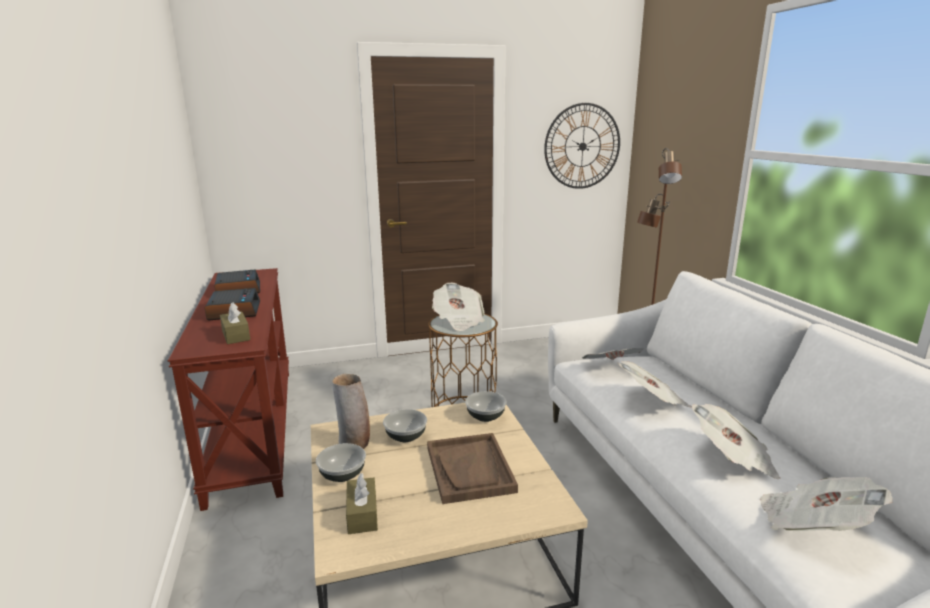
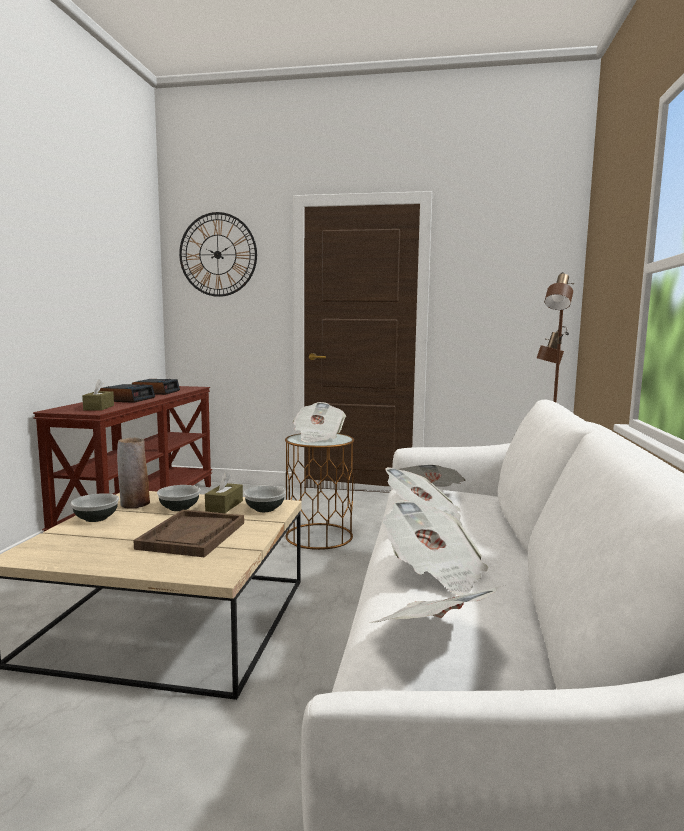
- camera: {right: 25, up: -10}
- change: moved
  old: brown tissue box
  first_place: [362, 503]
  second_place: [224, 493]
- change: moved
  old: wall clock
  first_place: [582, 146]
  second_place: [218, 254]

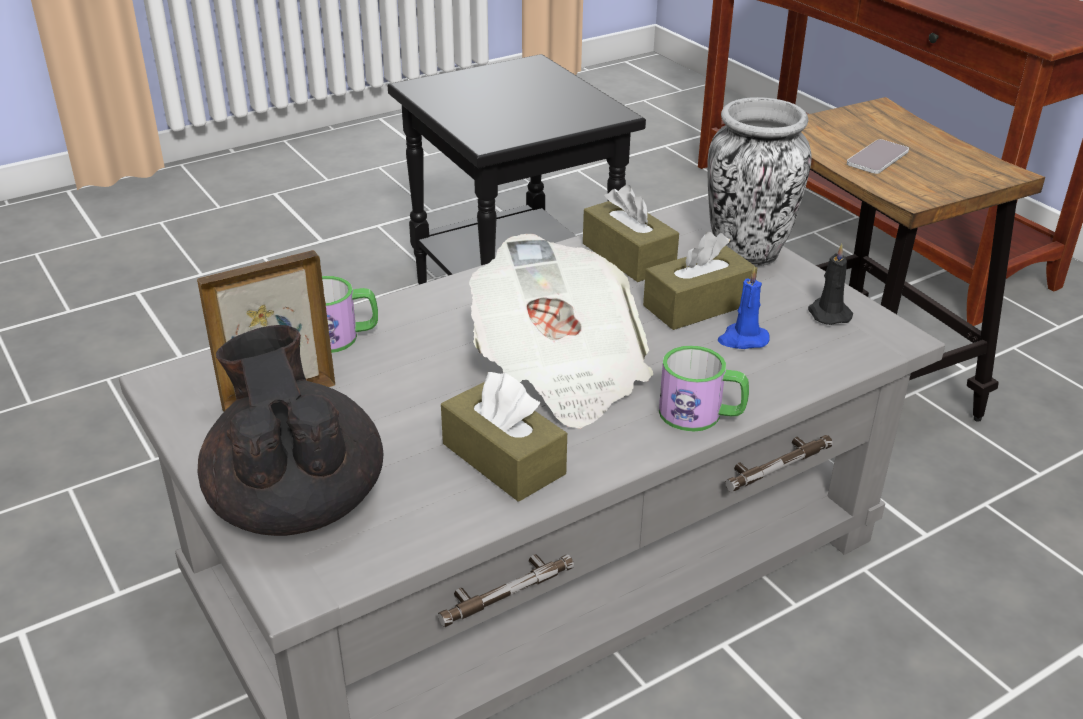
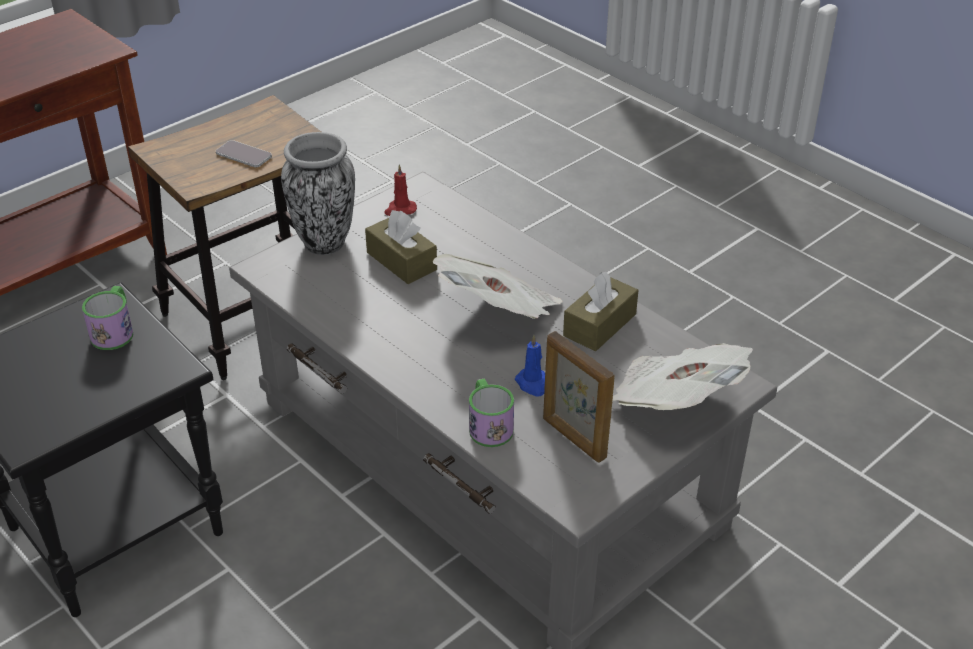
- camera: {right: -100, up: 5}
- change: removed
  old: brown tissue box
  first_place: [631, 233]
- change: moved
  old: mug
  first_place: [704, 388]
  second_place: [108, 318]
- change: moved
  old: blue candle
  first_place: [744, 308]
  second_place: [530, 366]
- change: replaced
  old: black teapot
  new: newspaper
  first_place: [290, 430]
  second_place: [682, 376]
- change: recoloured
  old: black candle
  new: red candle
  first_place: [830, 284]
  second_place: [401, 190]

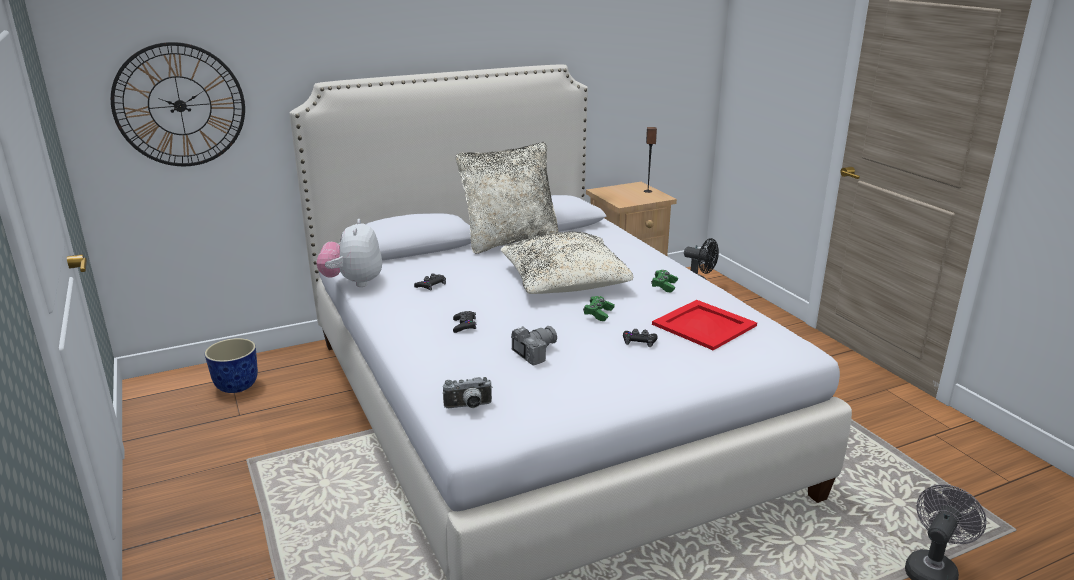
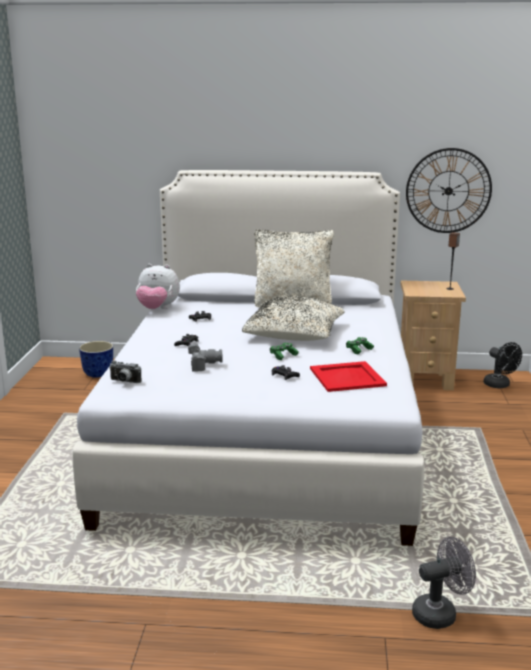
- camera: {right: 30, up: -5}
- change: moved
  old: wall clock
  first_place: [178, 104]
  second_place: [449, 190]
- change: turned
  old: plush toy
  first_place: [349, 253]
  second_place: [158, 286]
  degrees: -105

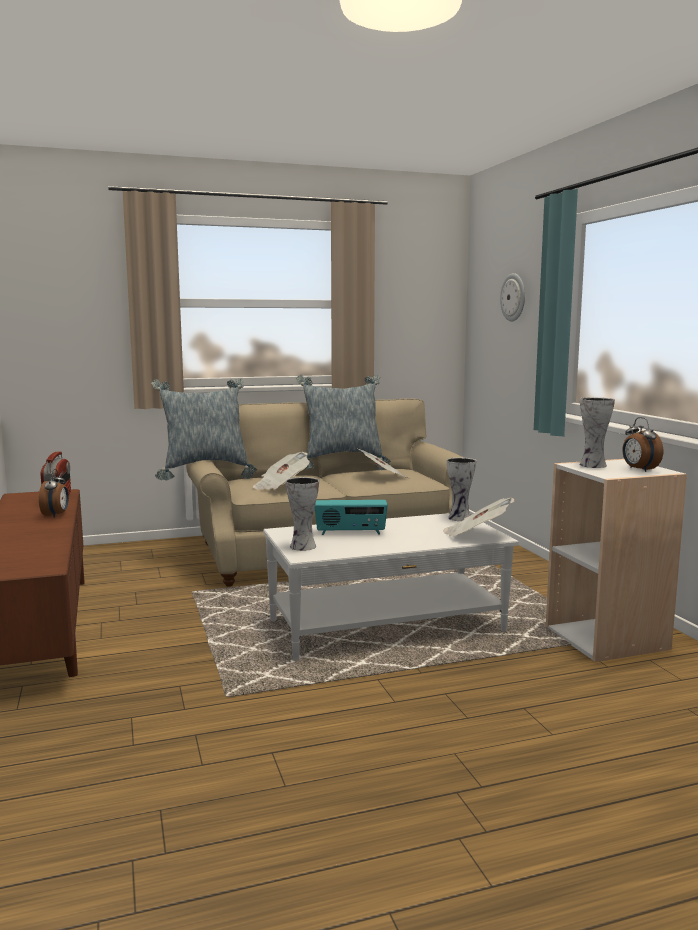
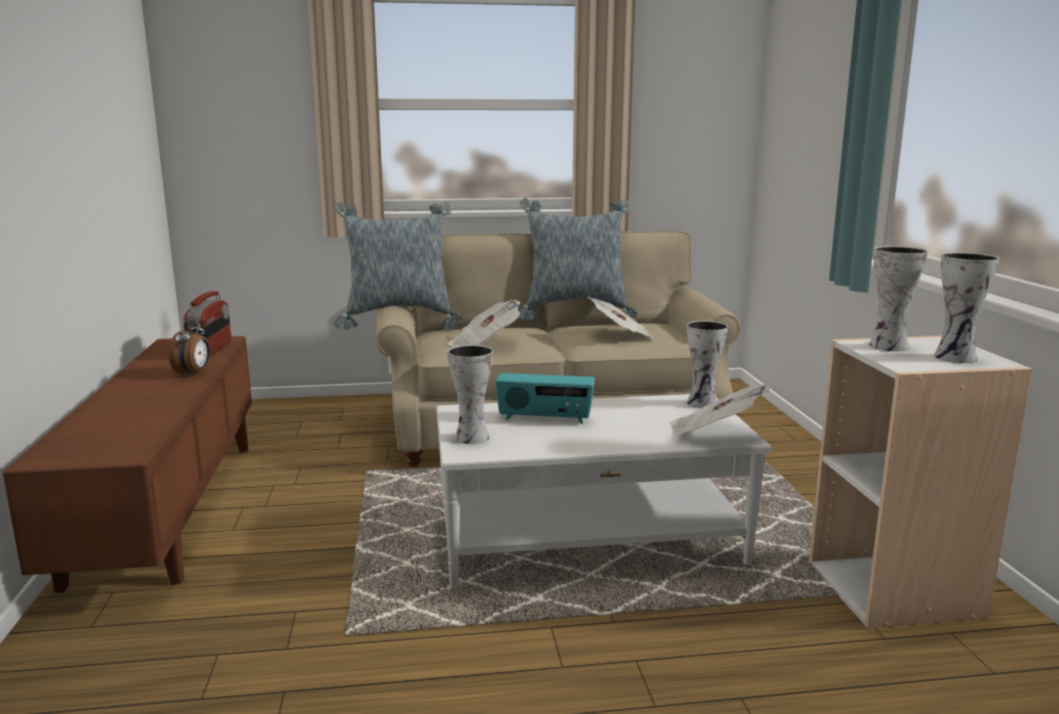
- camera: {right: 10, up: 5}
- change: removed
  old: wall clock
  first_place: [512, 297]
- change: replaced
  old: alarm clock
  new: vase
  first_place: [642, 444]
  second_place: [966, 307]

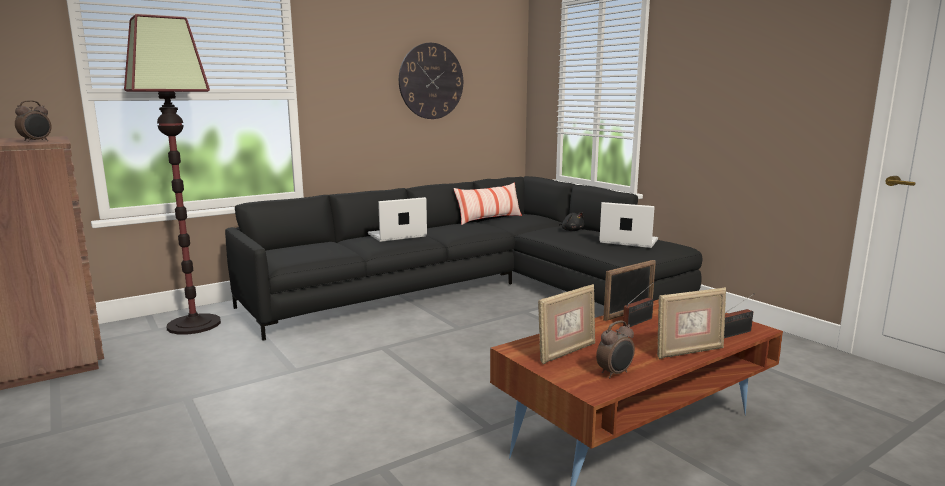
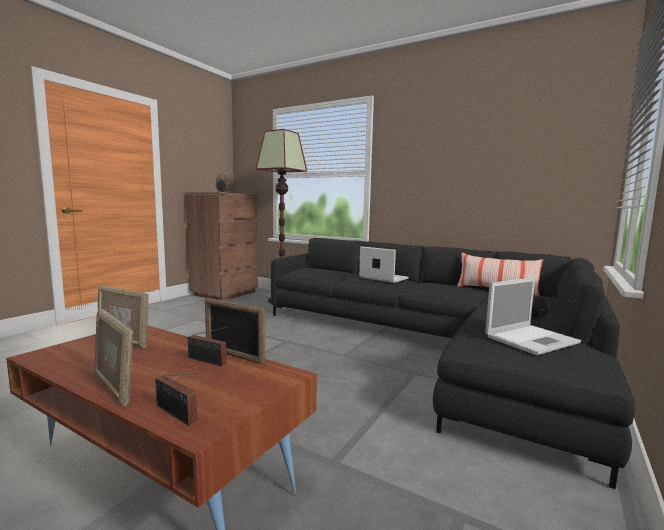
- camera: {right: 65, up: -5}
- change: removed
  old: wall clock
  first_place: [431, 81]
- change: removed
  old: alarm clock
  first_place: [615, 349]
- change: turned
  old: laptop
  first_place: [628, 225]
  second_place: [533, 316]
  degrees: 60

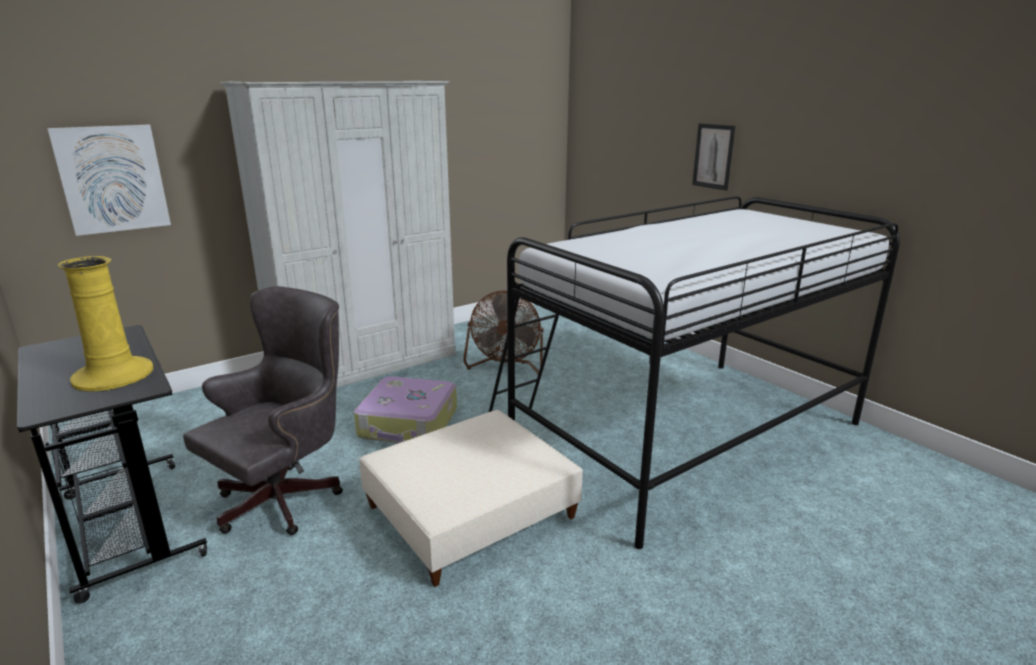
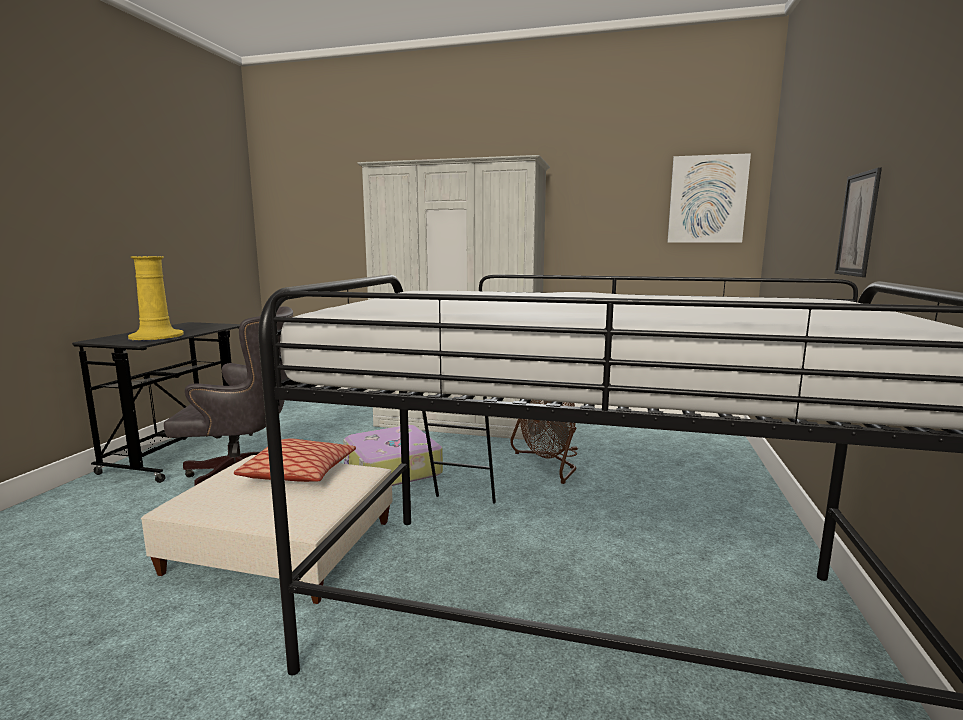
- camera: {right: 50, up: -10}
- change: added
  new: pillow
  second_place: [295, 460]
- change: moved
  old: picture
  first_place: [109, 180]
  second_place: [709, 198]

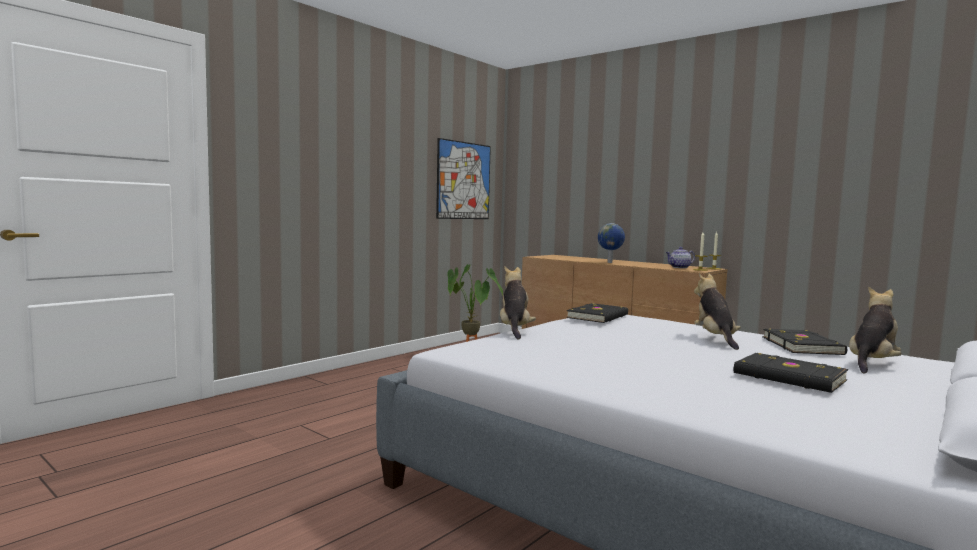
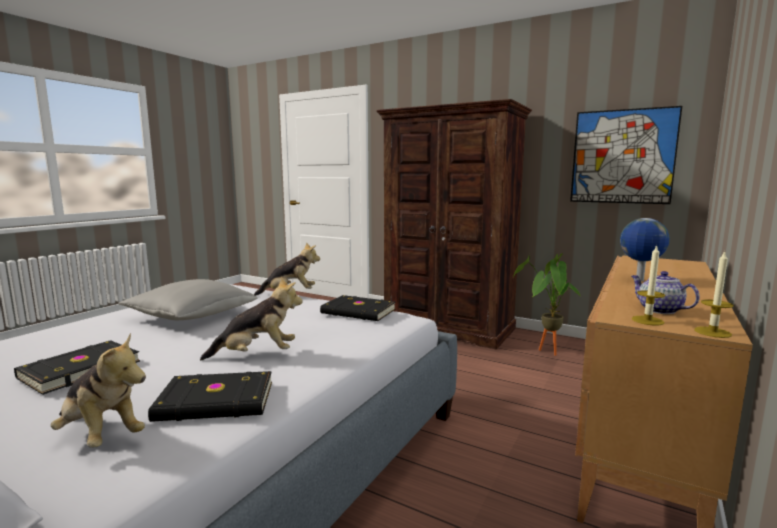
- camera: {right: 80, up: 5}
- change: added
  new: grey pillow
  second_place: [187, 299]
- change: added
  new: brown wardrobe
  second_place: [454, 224]

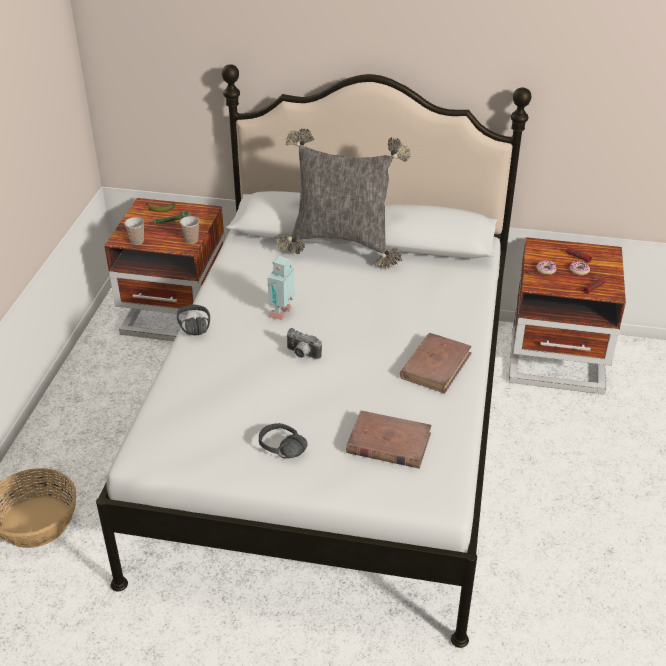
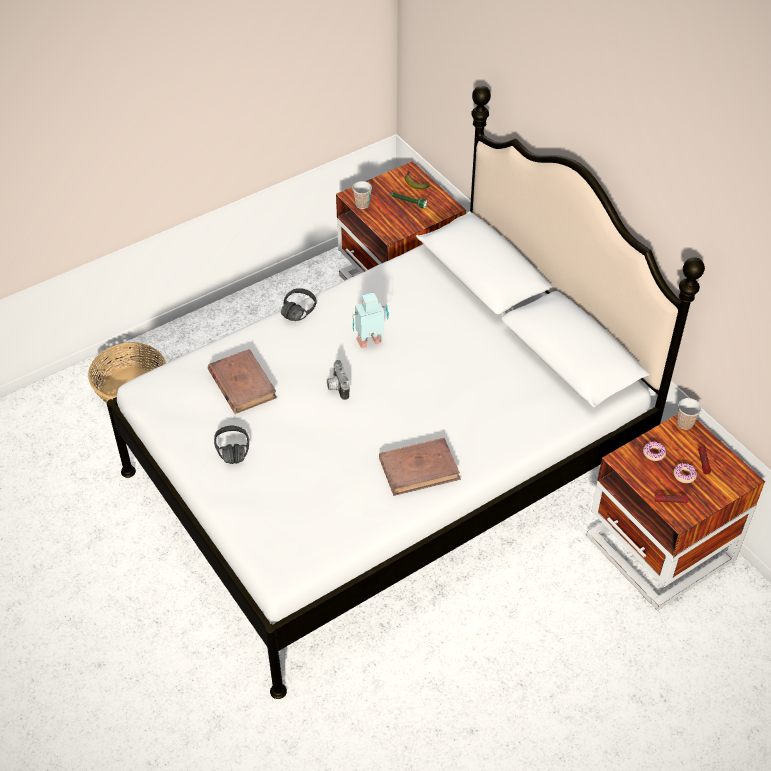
- camera: {right: 45, up: 10}
- change: removed
  old: pillow
  first_place: [343, 199]
- change: moved
  old: cup
  first_place: [190, 230]
  second_place: [689, 414]
- change: moved
  old: brown book
  first_place: [389, 440]
  second_place: [242, 381]

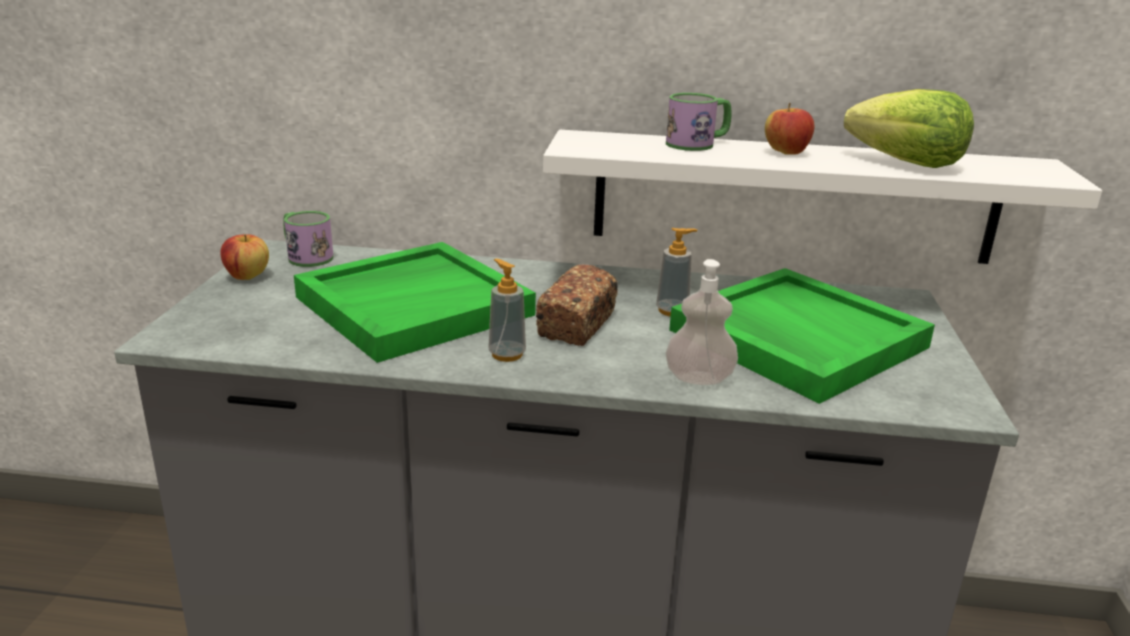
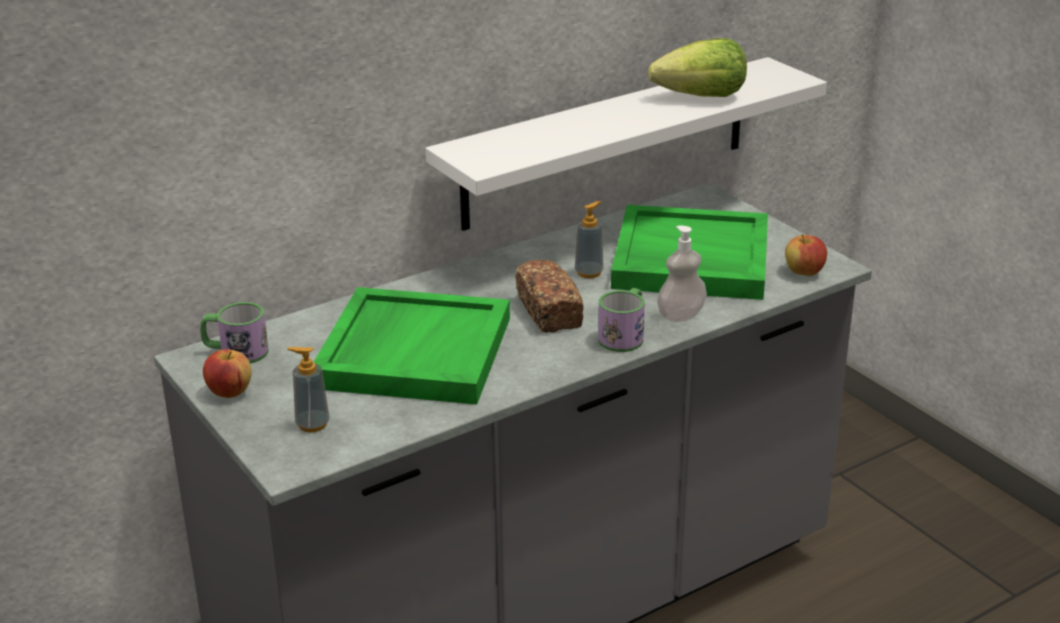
- camera: {right: -40, up: 5}
- change: moved
  old: soap dispenser
  first_place: [507, 310]
  second_place: [308, 389]
- change: moved
  old: mug
  first_place: [698, 122]
  second_place: [621, 320]
- change: moved
  old: apple
  first_place: [789, 128]
  second_place: [806, 255]

